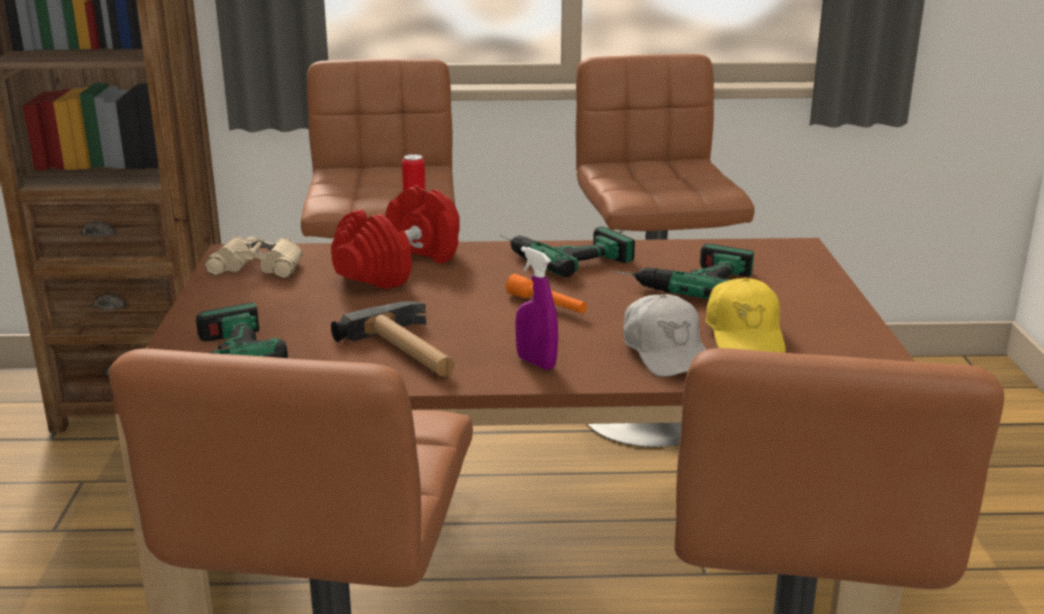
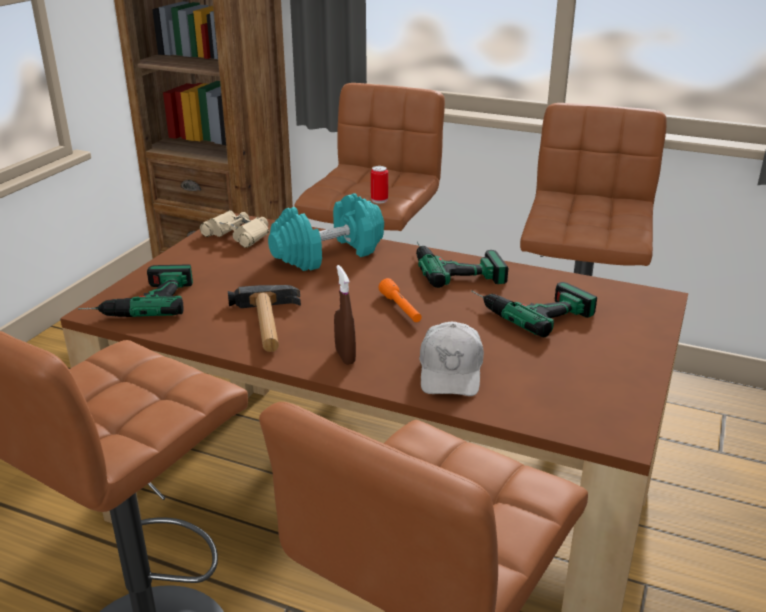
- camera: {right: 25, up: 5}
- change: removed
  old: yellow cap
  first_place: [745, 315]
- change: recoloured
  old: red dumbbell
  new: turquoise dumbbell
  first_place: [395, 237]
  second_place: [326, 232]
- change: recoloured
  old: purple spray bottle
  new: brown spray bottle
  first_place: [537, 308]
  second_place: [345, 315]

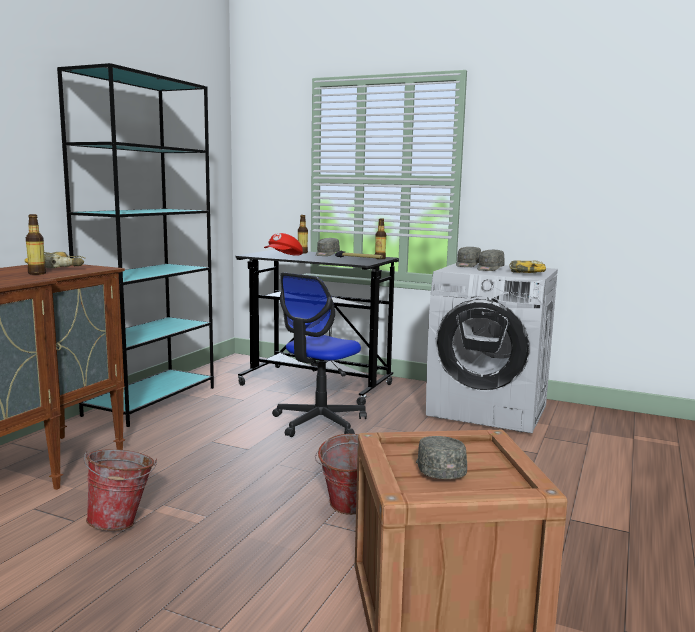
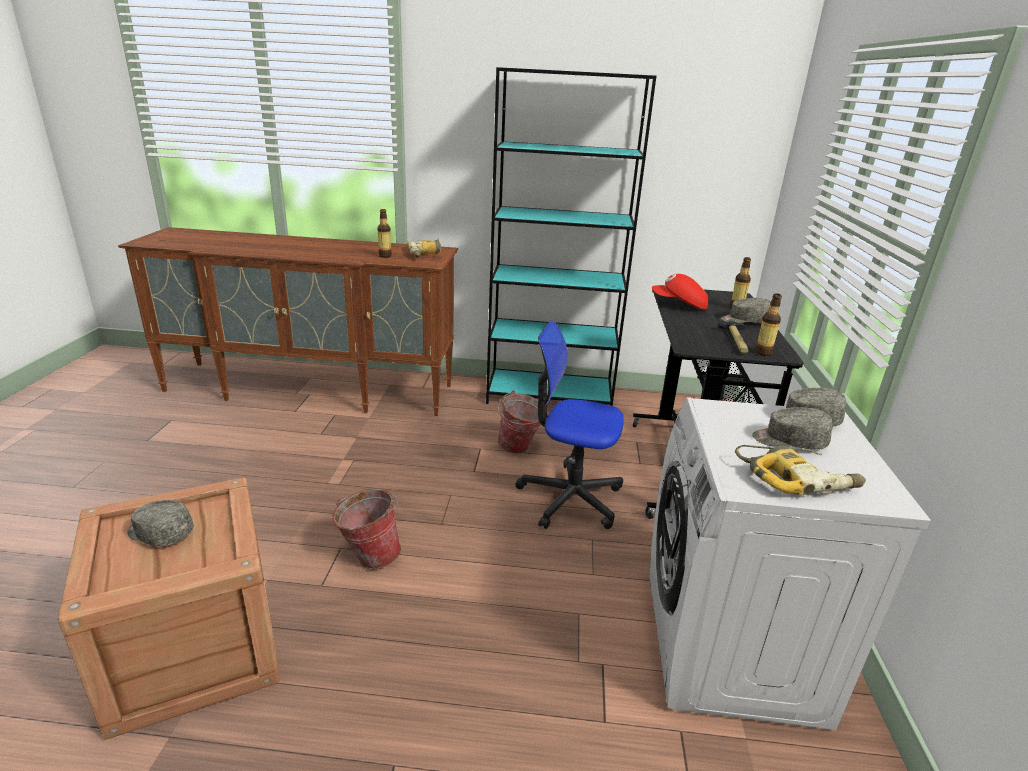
- camera: {right: 70, up: 15}
- change: moved
  old: bucket
  first_place: [120, 490]
  second_place: [519, 421]
- change: turned
  old: grey cap
  first_place: [441, 457]
  second_place: [160, 523]
  degrees: -135

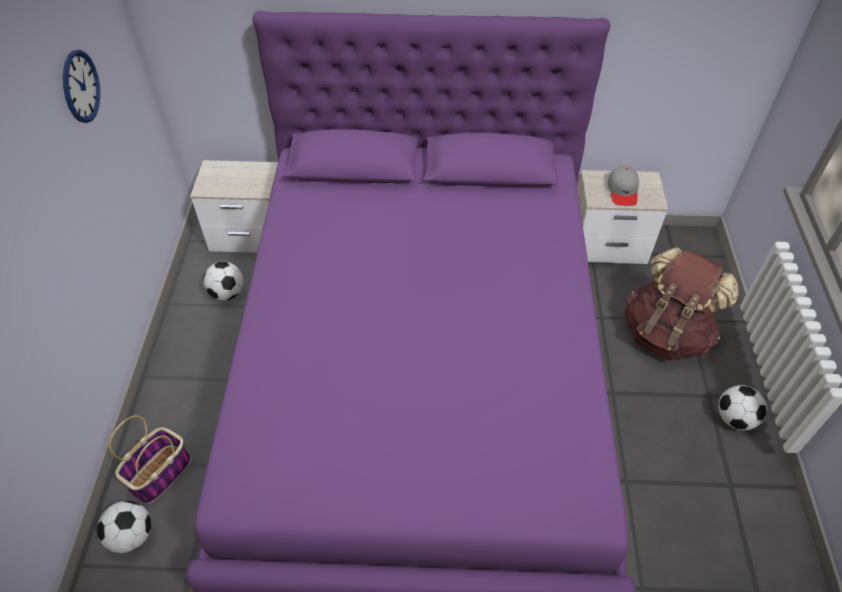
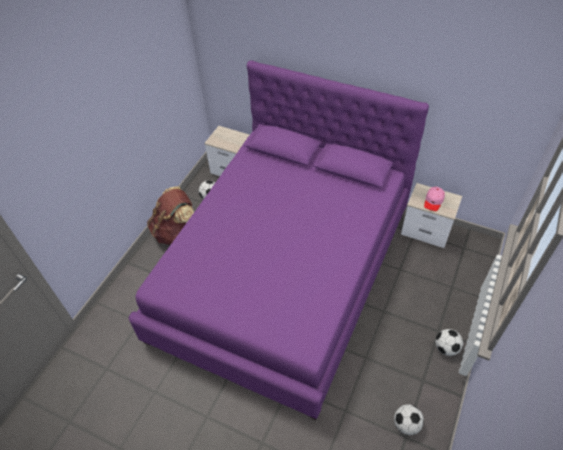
- camera: {right: 25, up: 0}
- change: removed
  old: wall clock
  first_place: [81, 86]
- change: removed
  old: basket
  first_place: [150, 459]
- change: moved
  old: football
  first_place: [124, 527]
  second_place: [409, 419]
- change: moved
  old: brown backpack
  first_place: [681, 303]
  second_place: [170, 215]
- change: recoloured
  old: grey cap
  new: pink cap
  first_place: [623, 186]
  second_place: [434, 199]

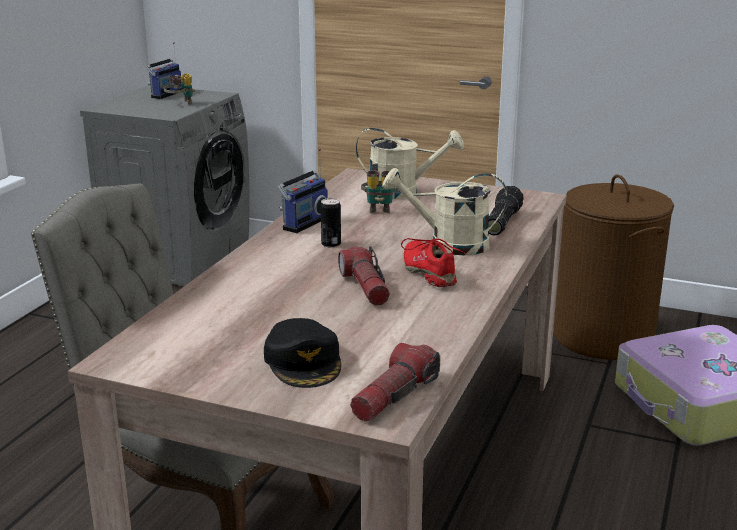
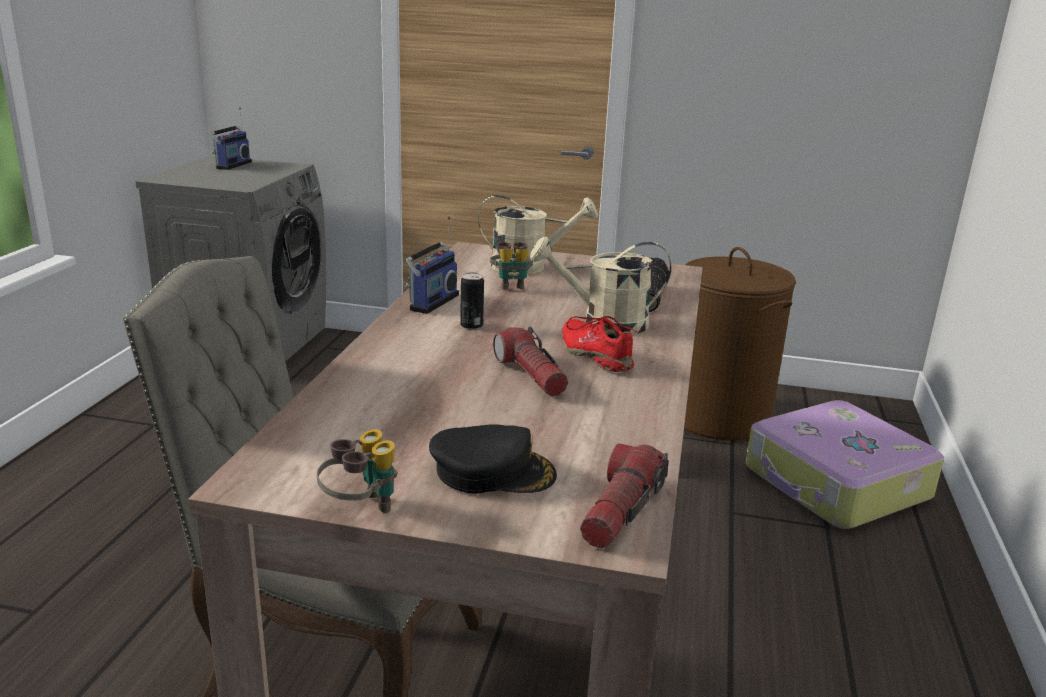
- camera: {right: -10, up: 0}
- change: moved
  old: binoculars
  first_place: [179, 89]
  second_place: [357, 471]
- change: turned
  old: black cap
  first_place: [302, 353]
  second_place: [493, 459]
  degrees: -60

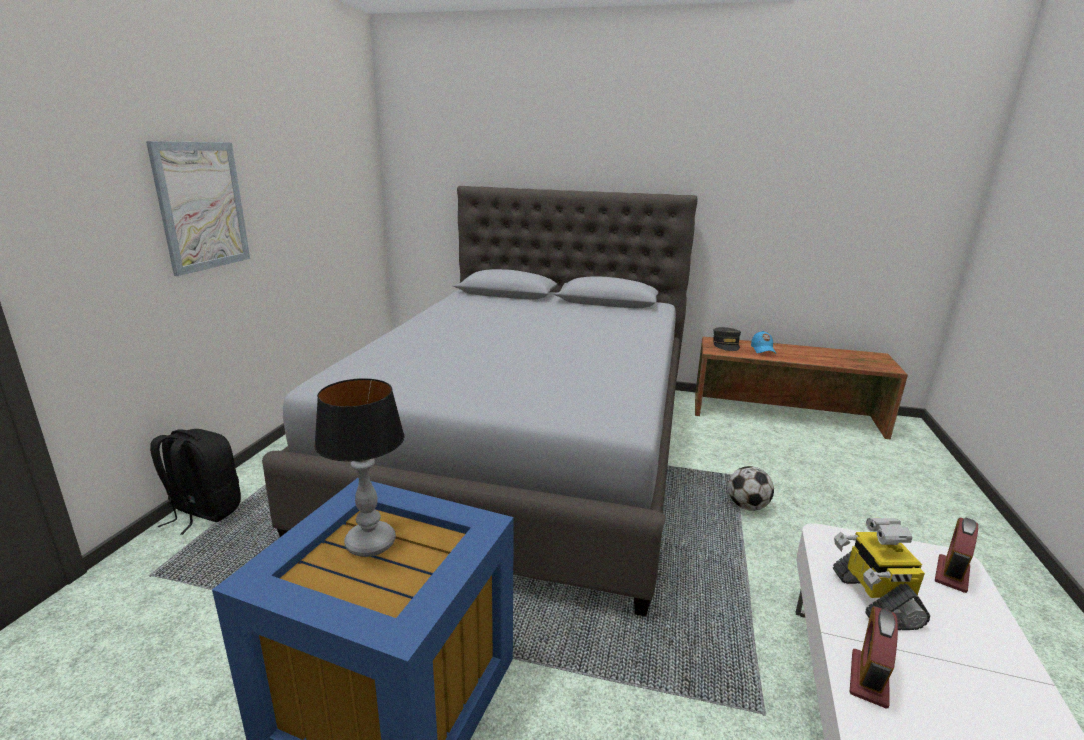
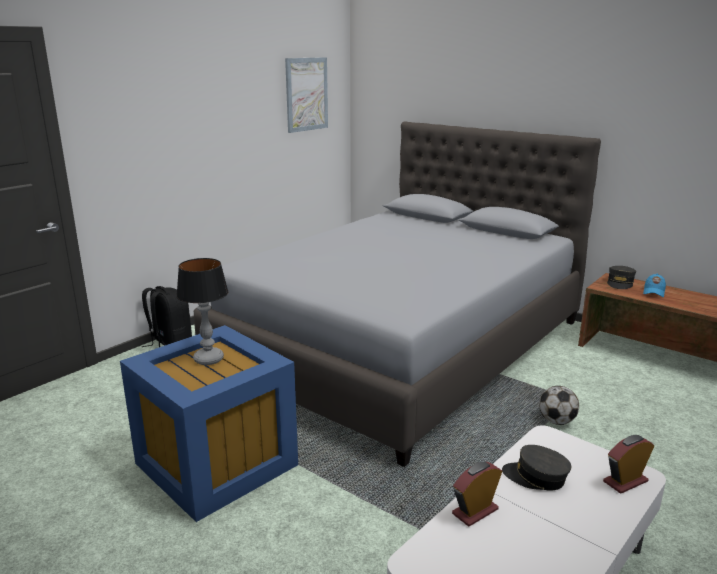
- camera: {right: 25, up: 0}
- change: moved
  old: picture
  first_place: [198, 208]
  second_place: [306, 95]
- change: replaced
  old: toy robot
  new: grey cap
  first_place: [881, 574]
  second_place: [536, 468]

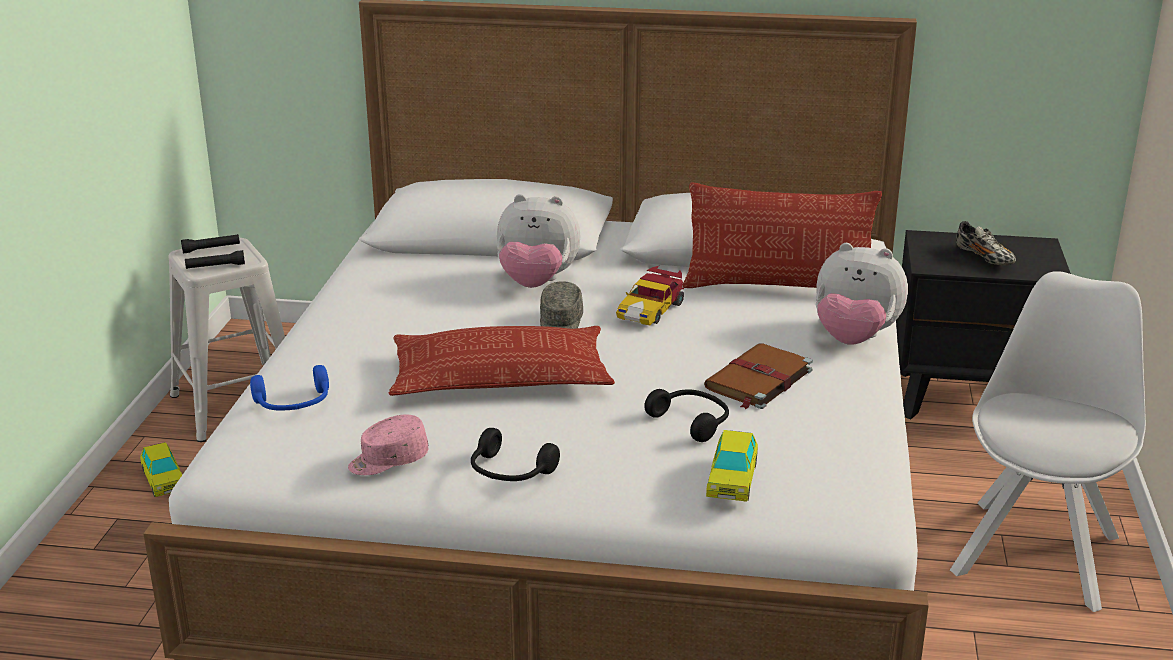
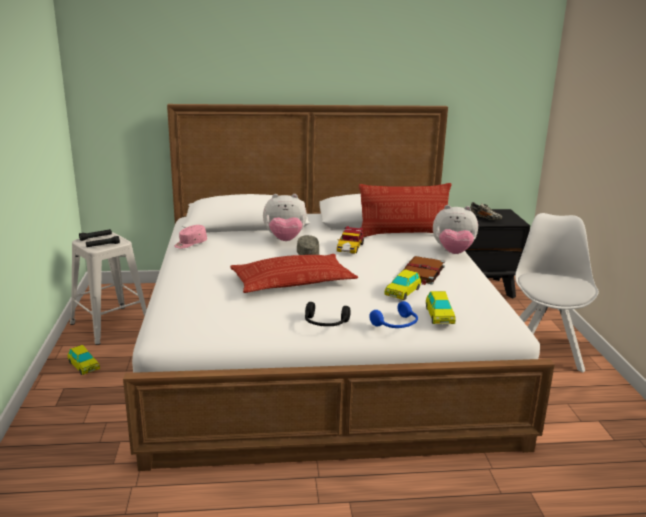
- camera: {right: -15, up: -5}
- change: moved
  old: blue headphones
  first_place: [289, 388]
  second_place: [393, 314]
- change: moved
  old: pink cap
  first_place: [388, 444]
  second_place: [190, 236]
- change: replaced
  old: black headphones
  new: toy car
  first_place: [686, 415]
  second_place: [402, 284]

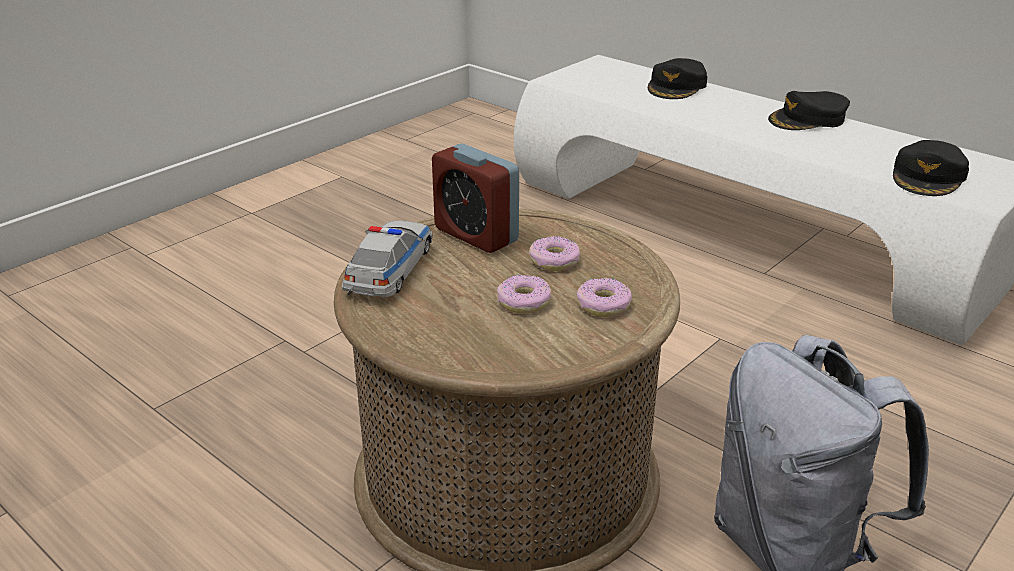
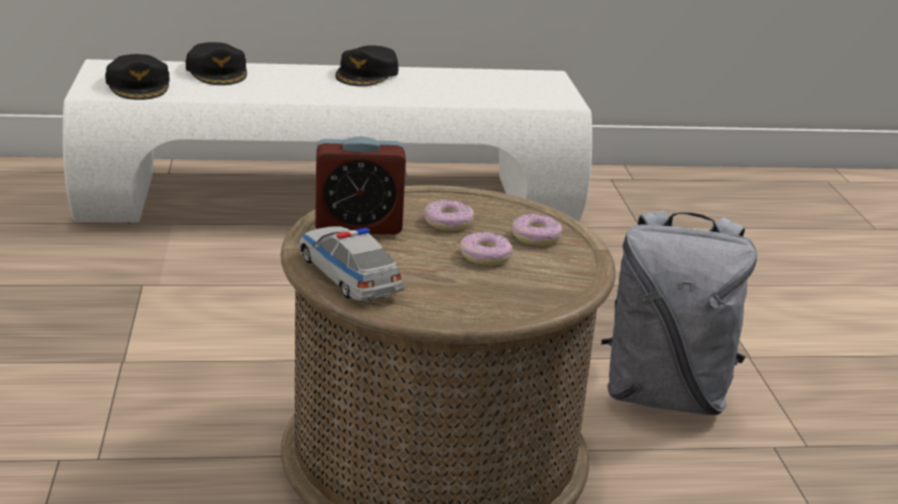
- camera: {right: -50, up: -5}
- change: moved
  old: black cap
  first_place: [931, 168]
  second_place: [137, 77]

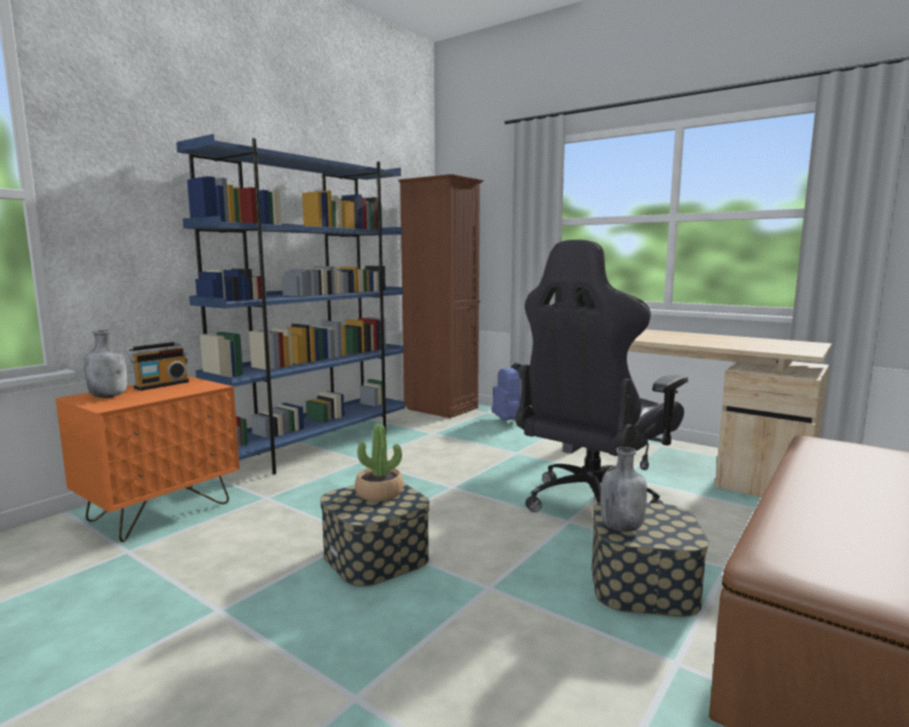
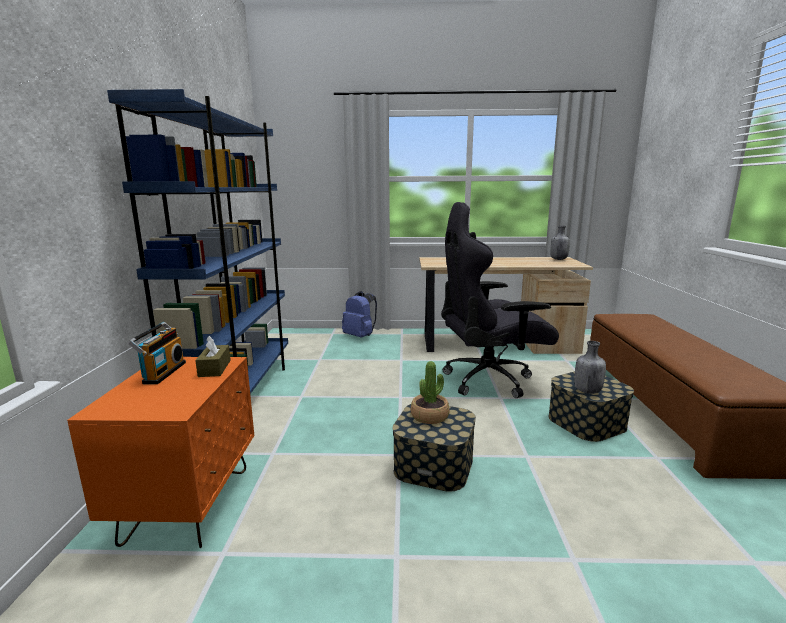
- camera: {right: -35, up: 5}
- change: removed
  old: brown cabinet
  first_place: [441, 296]
- change: added
  new: brown tissue box
  second_place: [213, 356]
- change: moved
  old: grey bottle
  first_place: [105, 364]
  second_place: [560, 243]
- change: turned
  old: black office chair
  first_place: [602, 376]
  second_place: [500, 300]
  degrees: 75

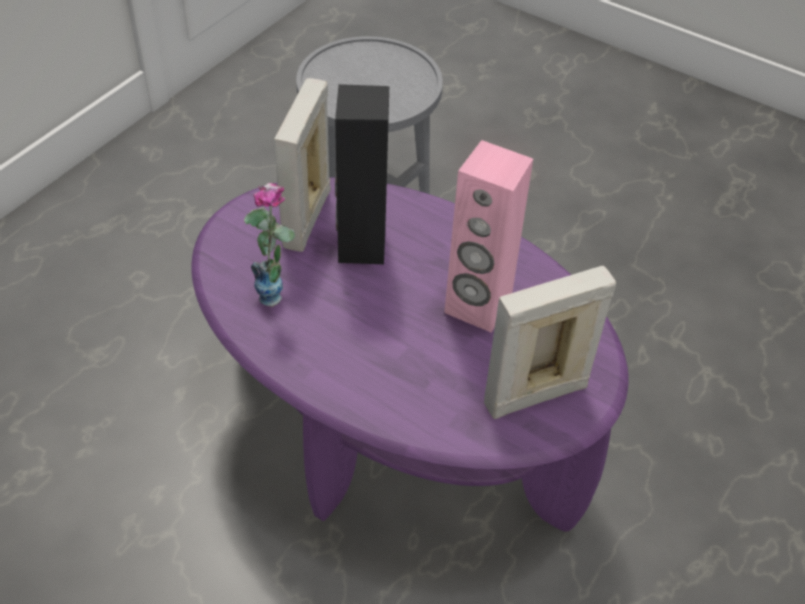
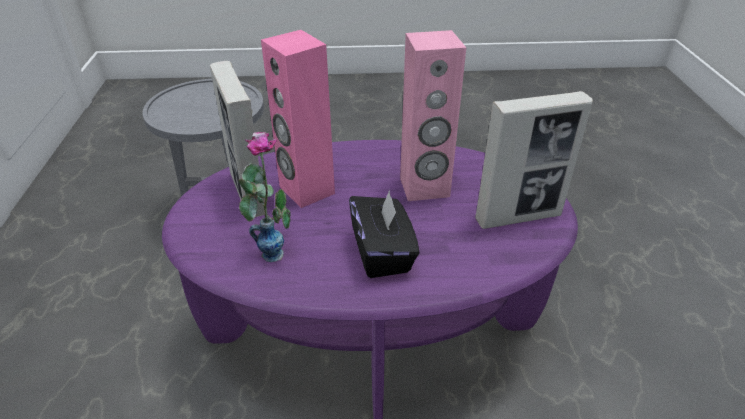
- camera: {right: -35, up: -10}
- change: added
  new: black tissue box
  second_place: [384, 234]
- change: recoloured
  old: black speaker
  new: pink speaker
  first_place: [362, 174]
  second_place: [298, 119]
- change: turned
  old: picture frame
  first_place: [550, 342]
  second_place: [534, 160]
  degrees: -135

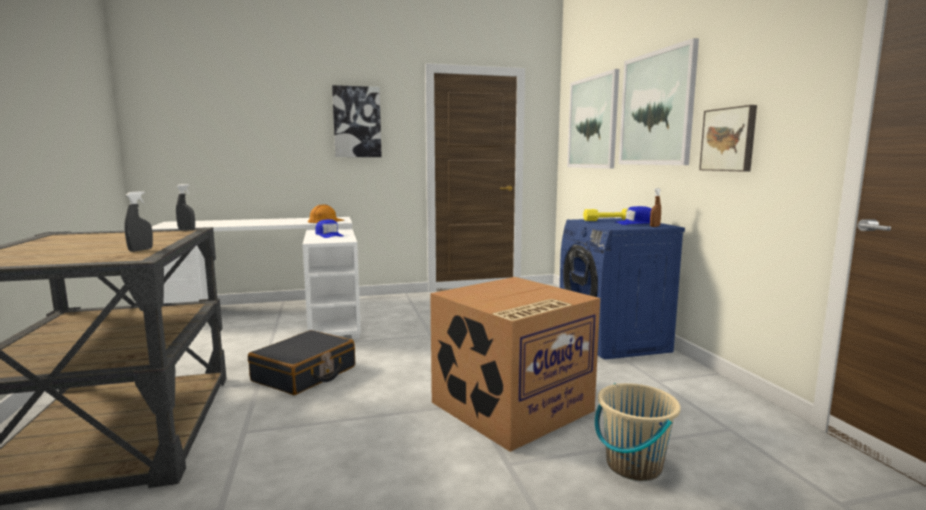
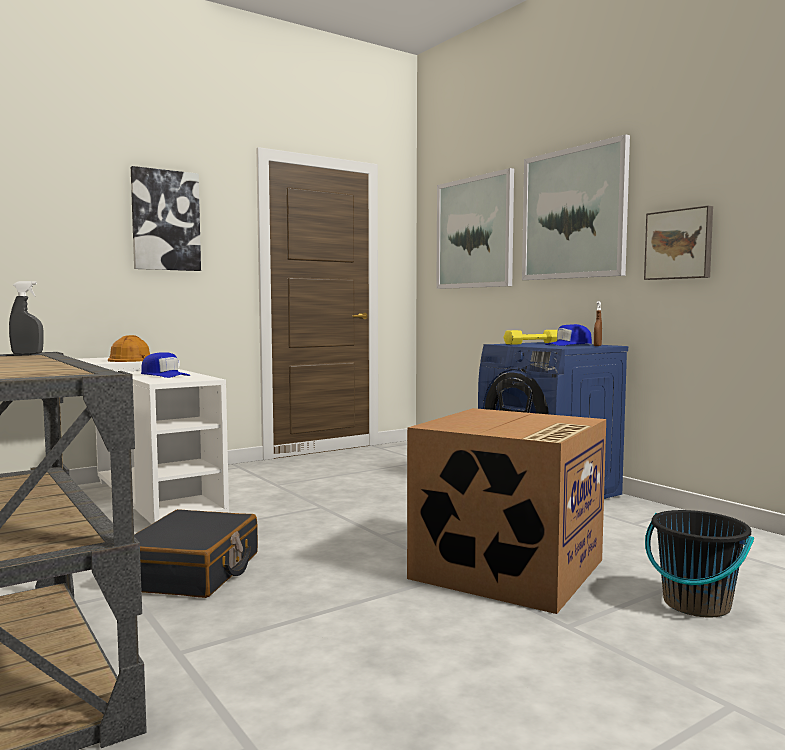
- camera: {right: -20, up: -5}
- change: removed
  old: grey spray bottle
  first_place: [138, 221]
- change: recoloured
  old: beige bucket
  new: black bucket
  first_place: [638, 432]
  second_place: [699, 563]

